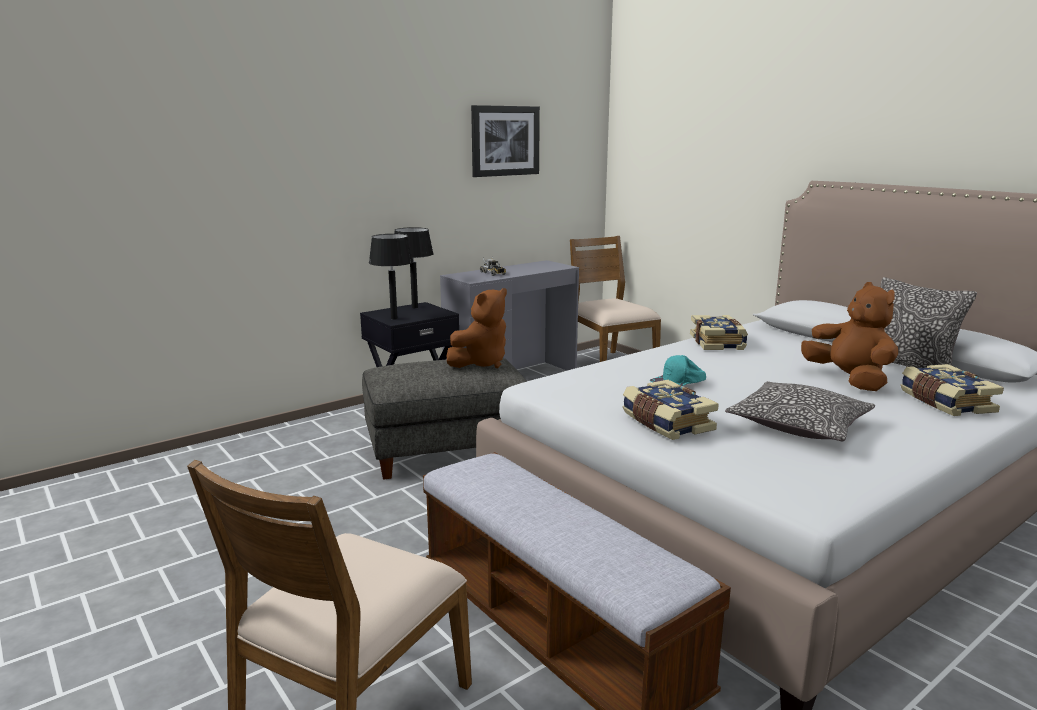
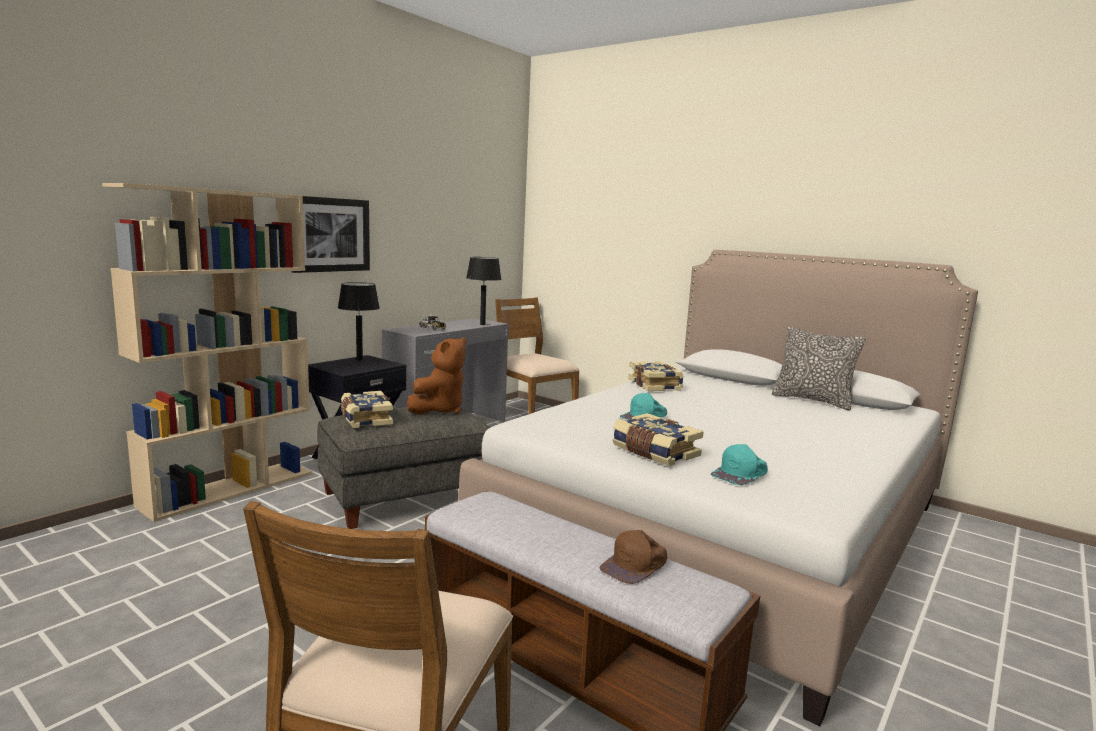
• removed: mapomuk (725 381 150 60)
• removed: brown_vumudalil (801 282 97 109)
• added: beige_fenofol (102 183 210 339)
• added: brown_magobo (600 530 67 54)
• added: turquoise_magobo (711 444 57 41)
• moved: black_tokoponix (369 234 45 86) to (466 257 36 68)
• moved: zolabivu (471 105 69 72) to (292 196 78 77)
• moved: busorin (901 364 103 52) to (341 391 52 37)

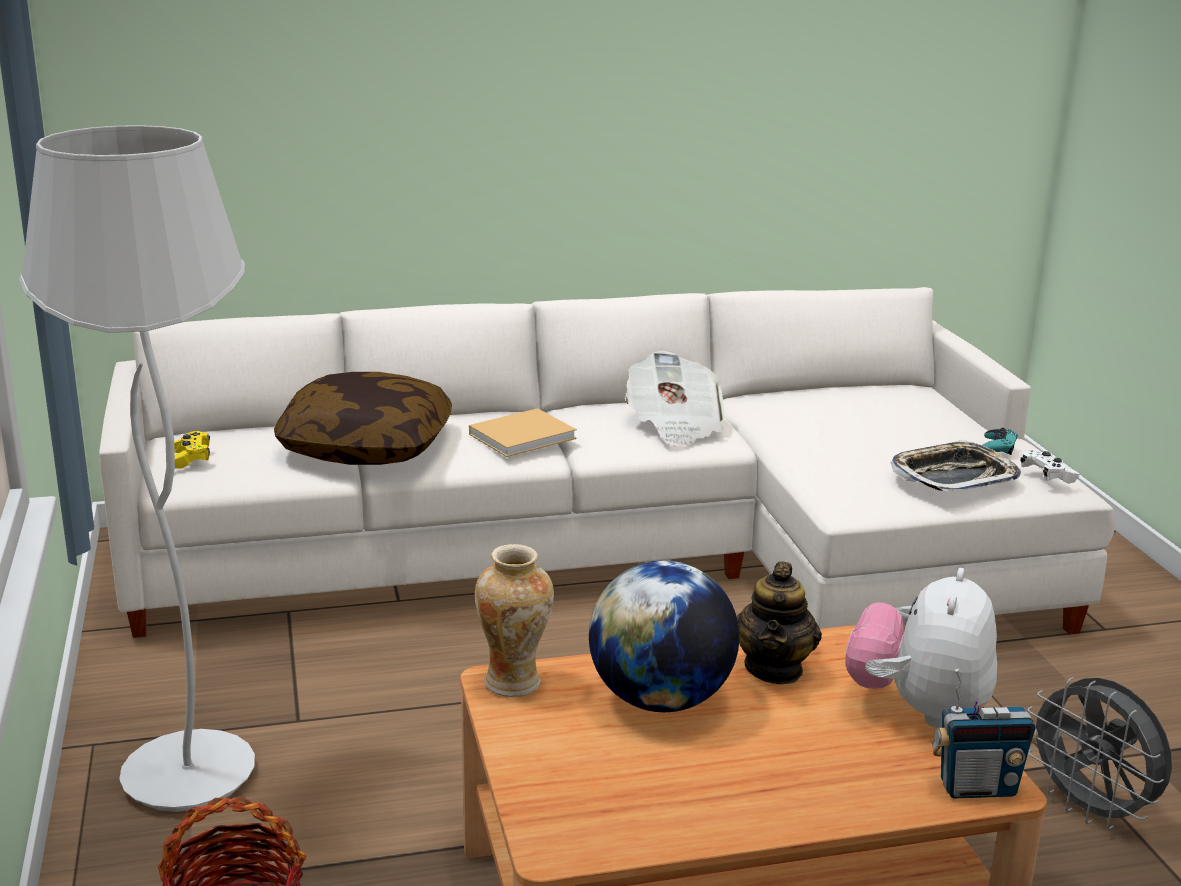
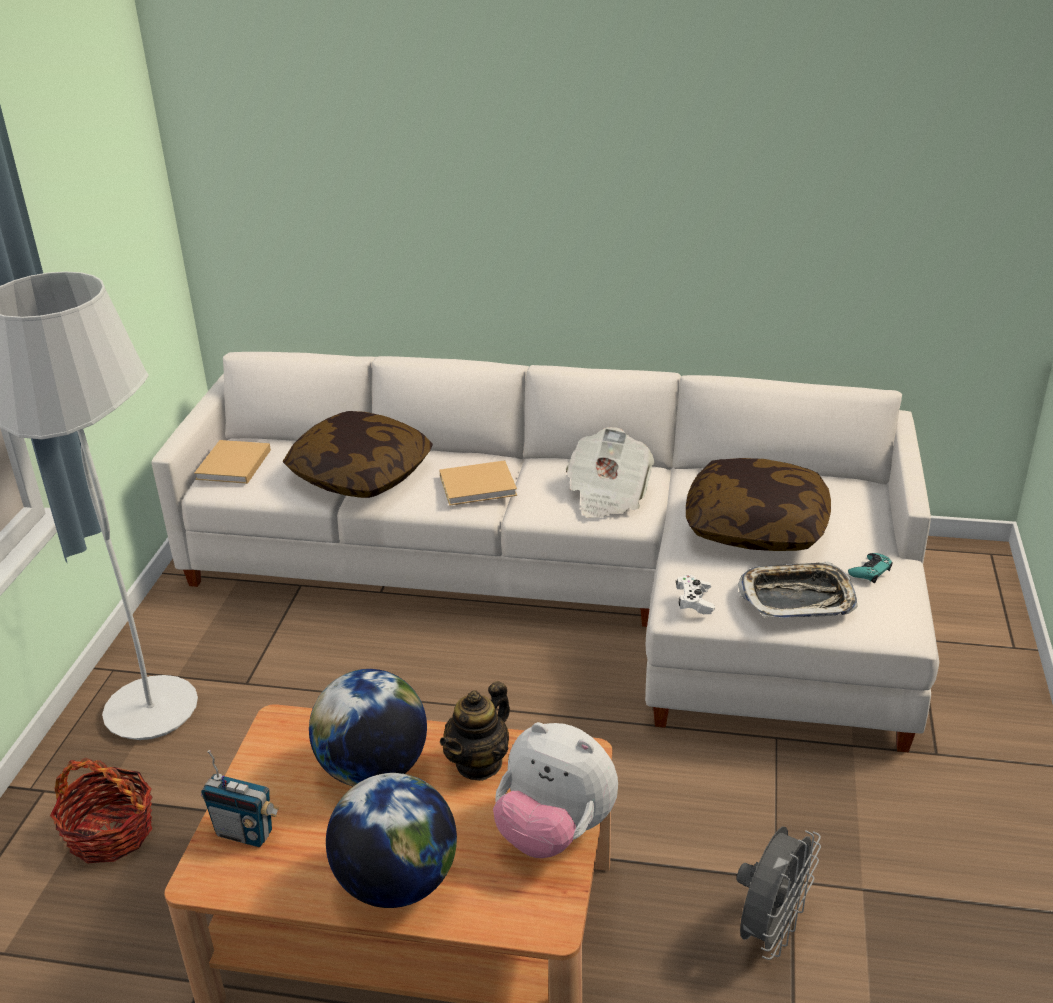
• removed: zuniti (475 544 79 153)
• added: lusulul (326 773 131 135)
• added: mapomuk (686 458 145 93)
• moved: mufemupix (931 669 107 129) to (201 750 78 97)
• moved: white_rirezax (1020 450 59 34) to (676 575 39 39)
• replaced: yellow_rirezax (174 431 36 38) to beige_busorin (194 440 77 44)
• turned: vumudalil (845 568 152 160) = (493 722 125 136) 105 degrees counterclockwise
• turned: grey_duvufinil (1027 677 145 152) = (737 826 84 134) 135 degrees counterclockwise

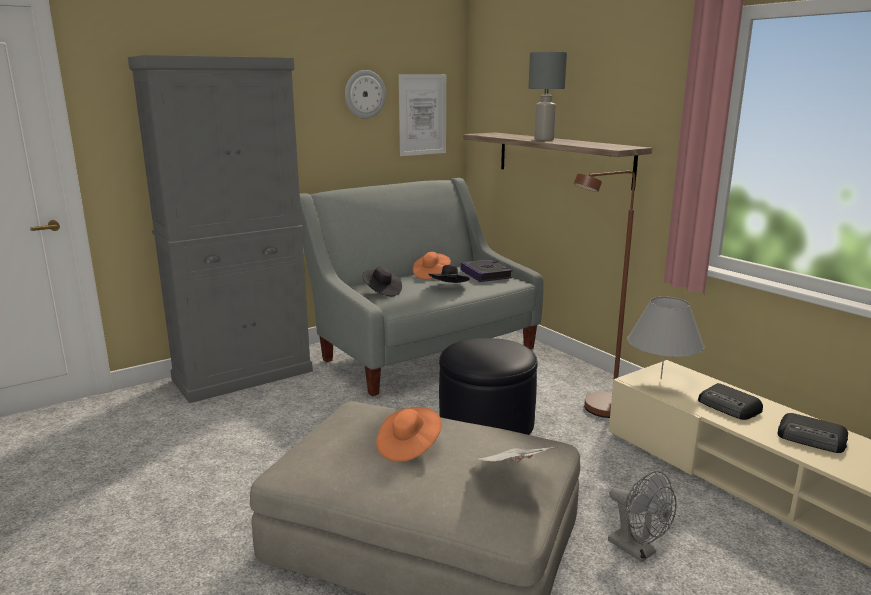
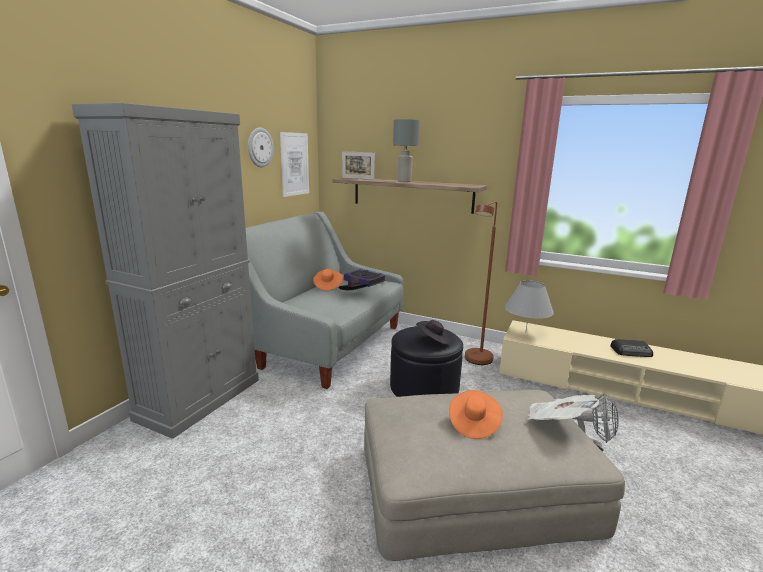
• removed: mufemupix (698 383 65 37)
• added: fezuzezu (342 151 33 29)
• moved: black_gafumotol (363 267 39 29) to (416 320 35 25)

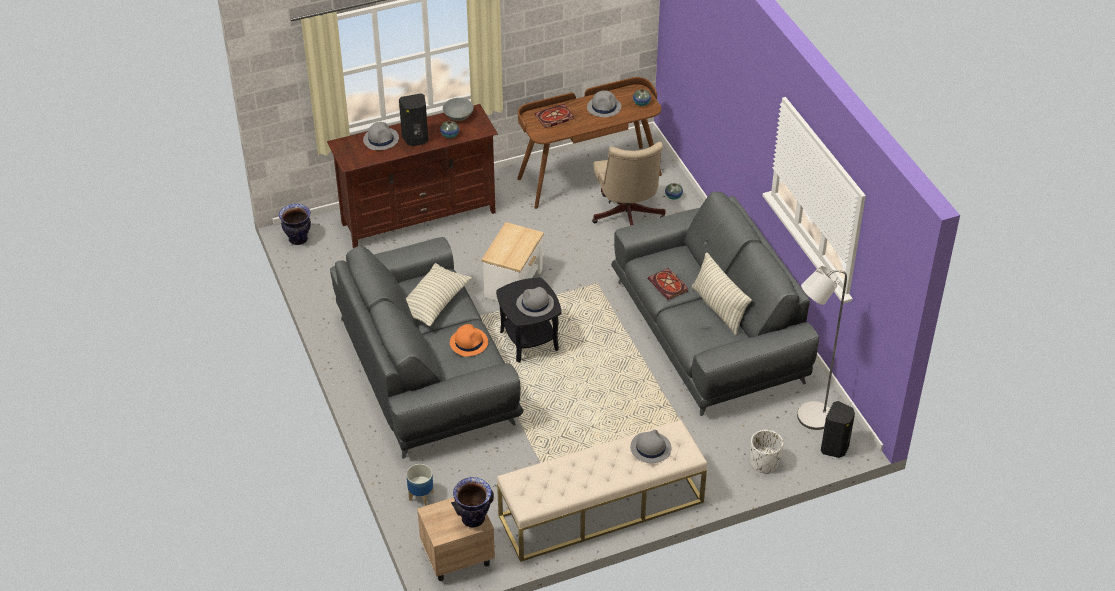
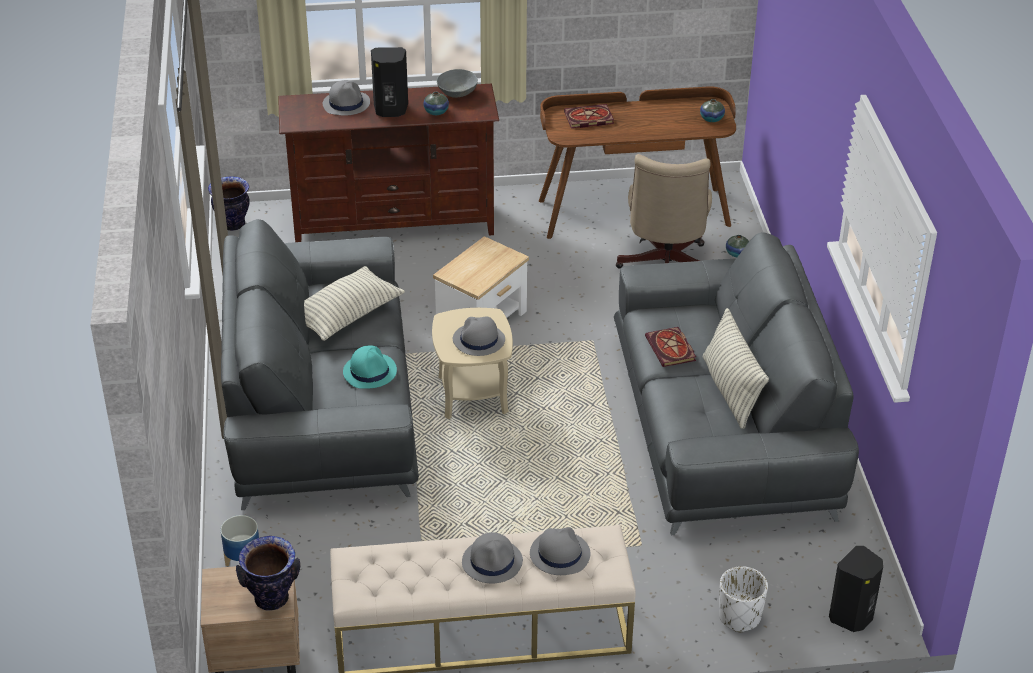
• removed: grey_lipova (797 266 50 164)
• moved: grey_gafumotol (587 90 34 27) to (462 532 61 51)
• recoloured: orange_gafumotol (450 324 38 33) to turquoise_gafumotol (343 345 54 44)
• recoloured: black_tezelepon (496 277 66 85) to beige_tezelepon (432 308 81 111)

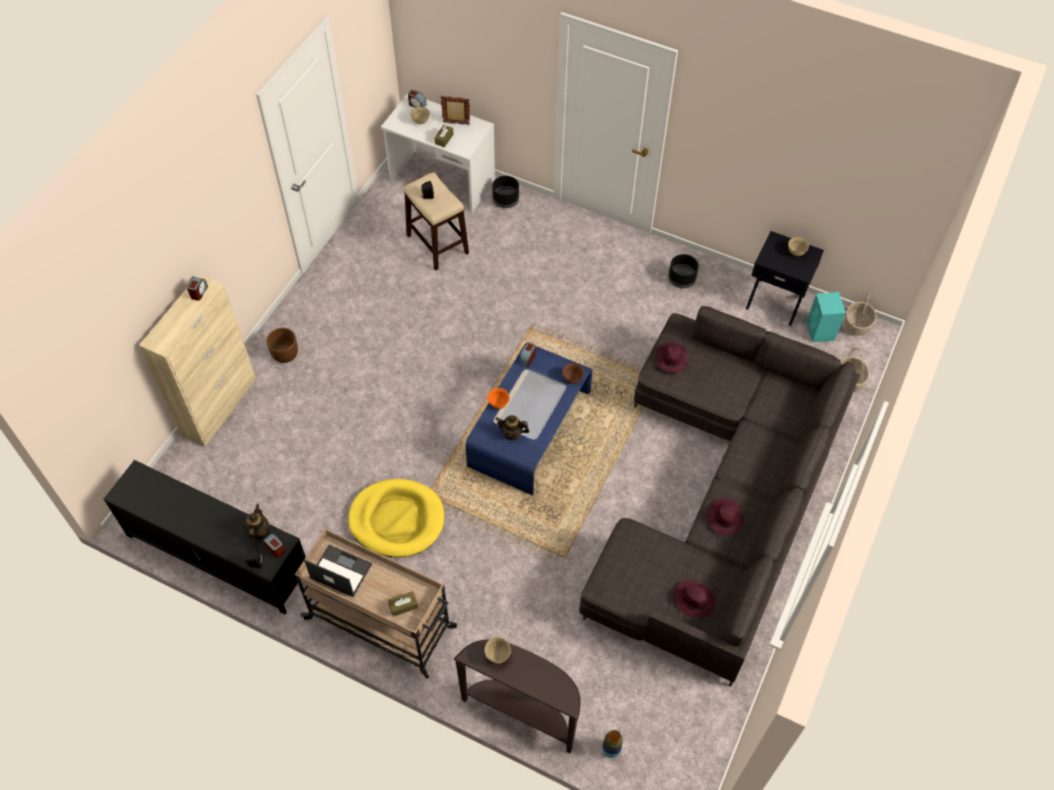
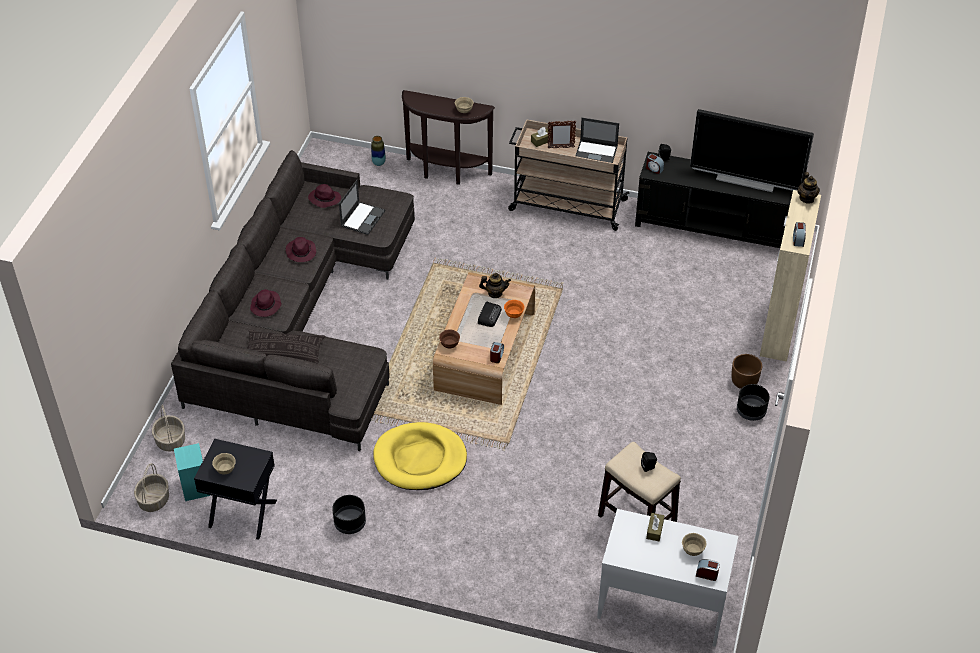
• added: mapomuk (247 330 78 33)
• added: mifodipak (339 180 46 55)
• added: mufemupix (478 302 24 25)
• added: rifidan (690 109 124 83)
• moved: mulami (243 504 27 40) to (797 172 23 32)
• moved: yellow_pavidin (348 479 96 78) to (373 422 94 68)
• moved: fezuzezu (441 96 29 29) to (548 121 28 27)
• moved: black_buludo (492 176 27 32) to (737 384 33 37)
• moved: purple_gafumotol (656 342 32 31) to (250 289 31 28)
• recoloured: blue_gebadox (465 342 127 153) to brown_gebadox (433 272 102 133)

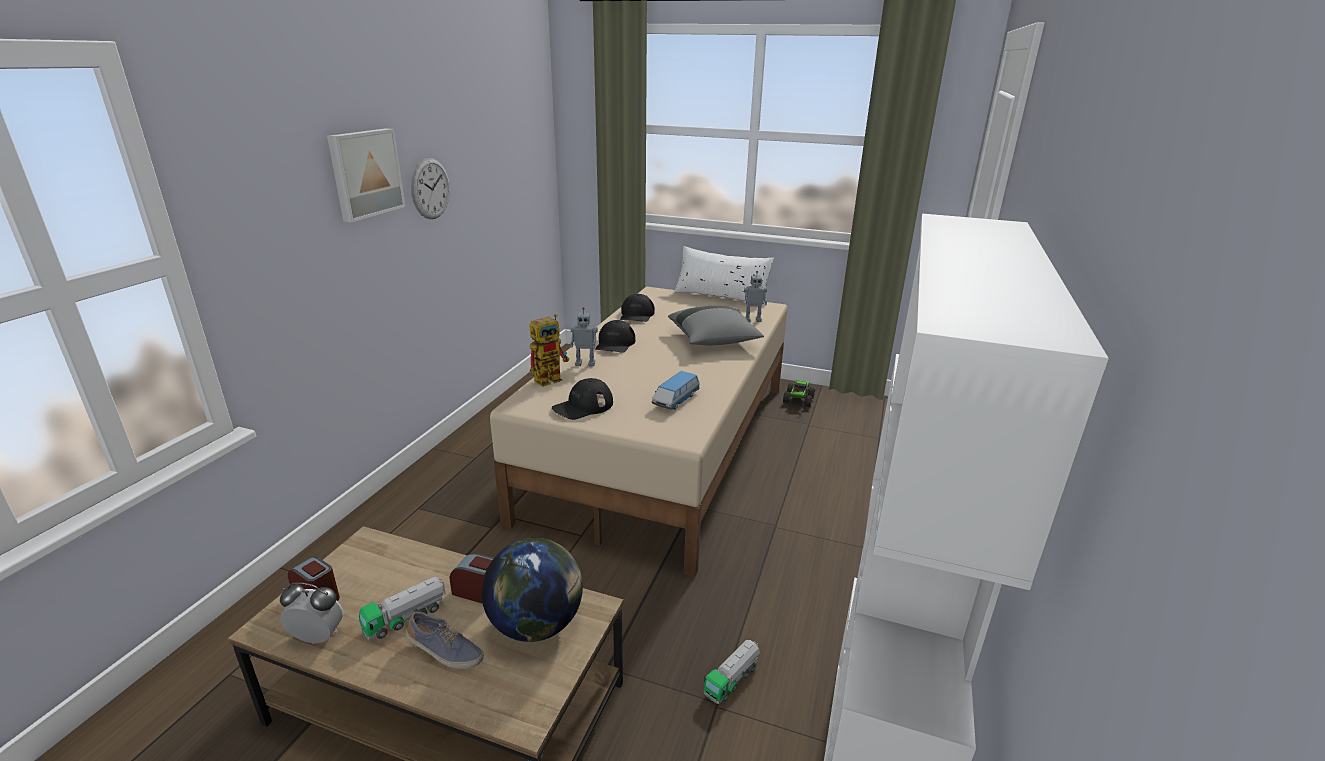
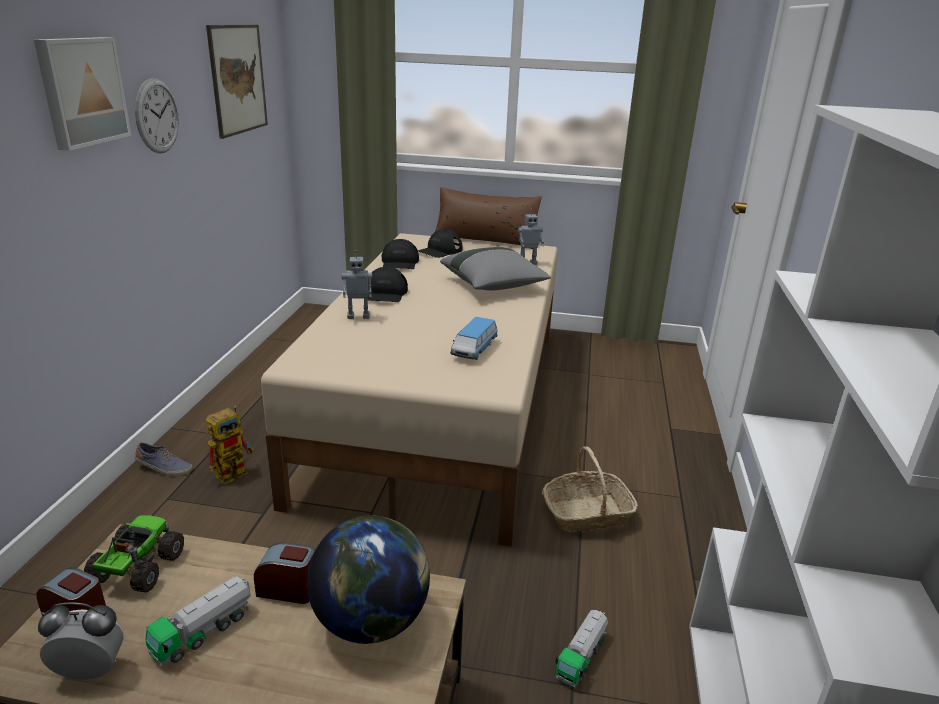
• added: zolabivu (206 25 62 114)
• added: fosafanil (542 447 96 85)
• moved: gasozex (406 612 78 57) to (135 442 58 34)
• moved: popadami (529 314 40 73) to (206 405 48 79)
• moved: black_magobo (552 378 61 42) to (418 229 45 29)
• moved: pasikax (783 380 32 28) to (84 515 100 78)
• recoloured: white_mapomuk (674 246 100 61) to brown_mapomuk (435 187 107 62)

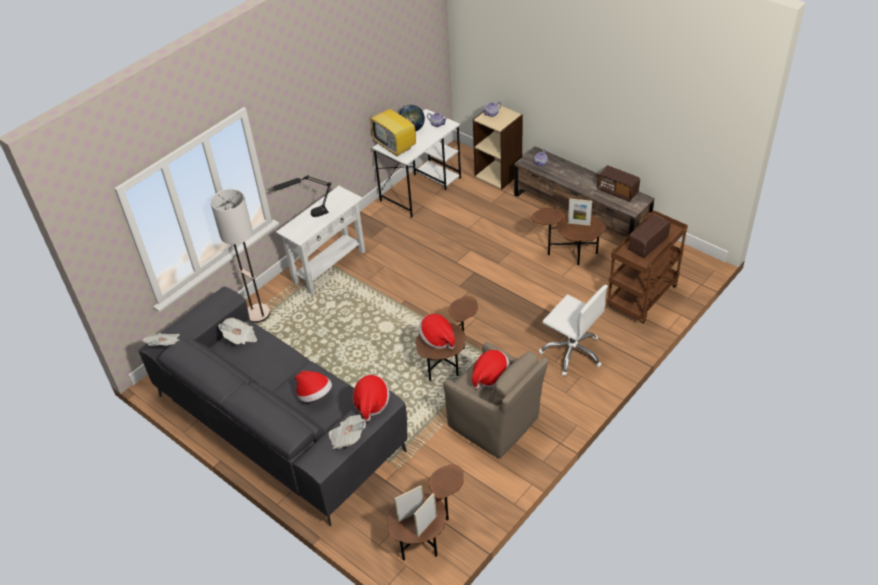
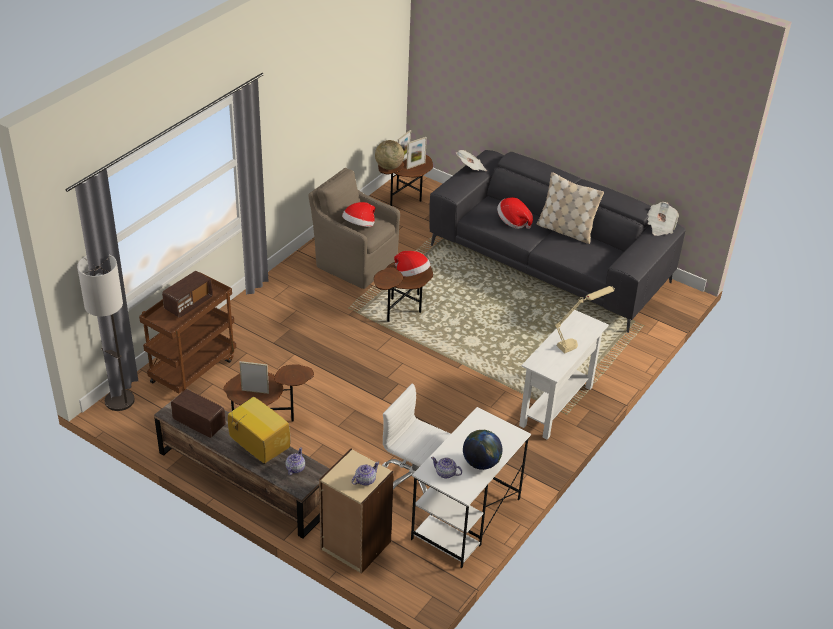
• removed: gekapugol (219 318 38 26)
• removed: gafumotol (353 375 37 47)
• added: lusulul (375 140 29 30)
• added: beige_mapomuk (537 172 67 72)
• moved: lipova (210 189 60 134) to (77 255 58 156)
• moved: rifidan (370 101 46 56) to (228 397 62 67)
• moved: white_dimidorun (539 285 69 91) to (382 383 69 111)
• recoloured: black_tokoponix (273 175 59 42) to beige_tokoponix (555 286 60 68)

